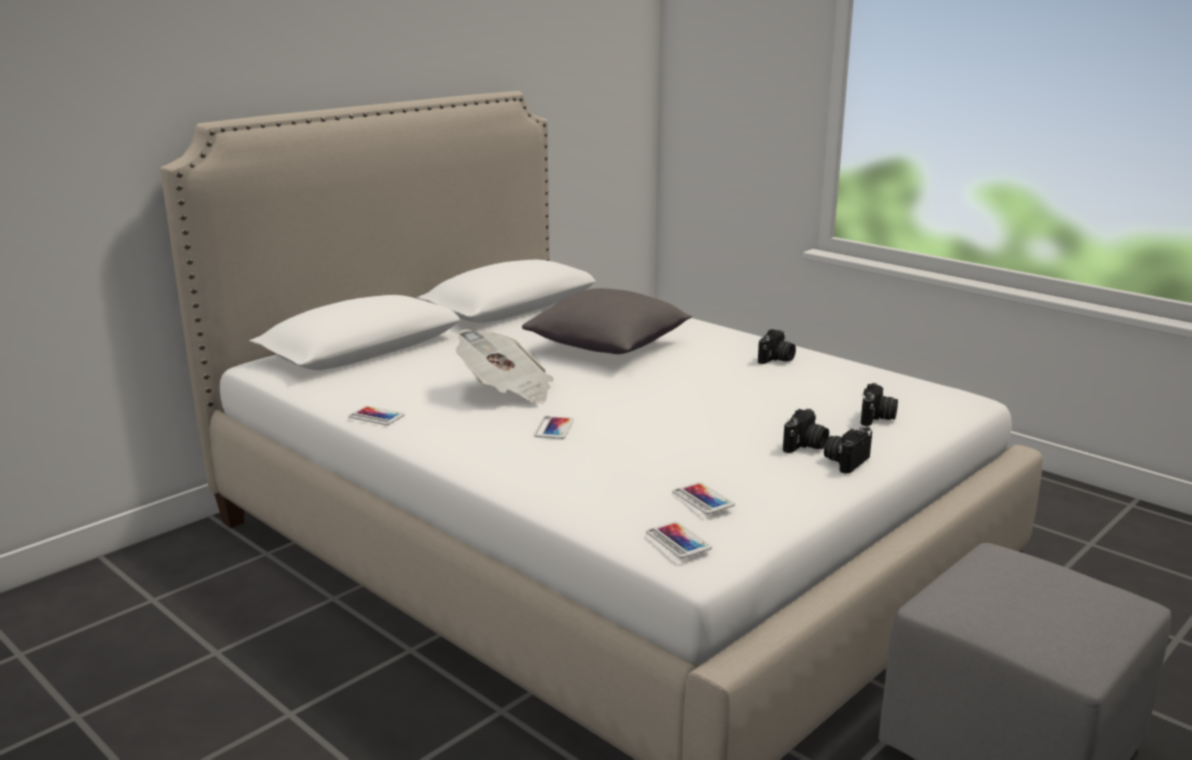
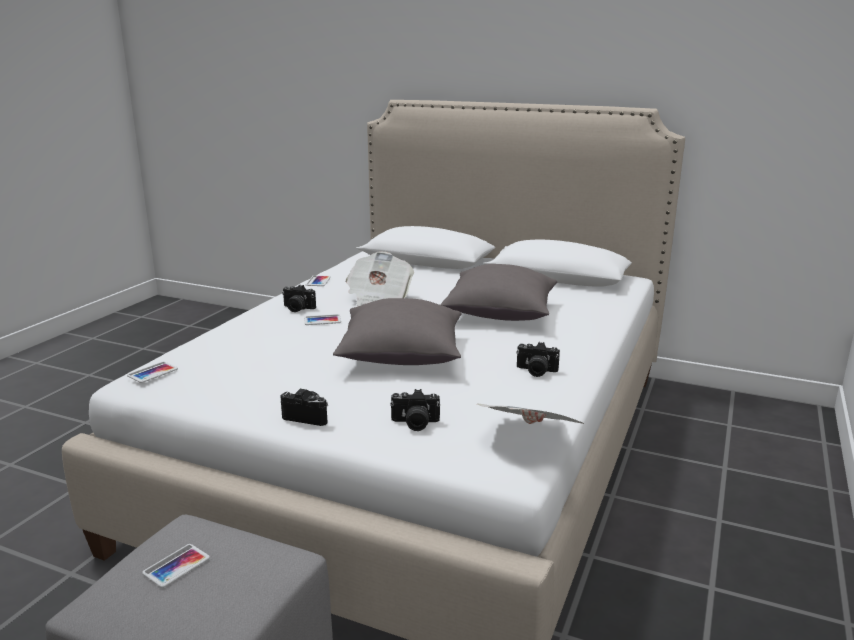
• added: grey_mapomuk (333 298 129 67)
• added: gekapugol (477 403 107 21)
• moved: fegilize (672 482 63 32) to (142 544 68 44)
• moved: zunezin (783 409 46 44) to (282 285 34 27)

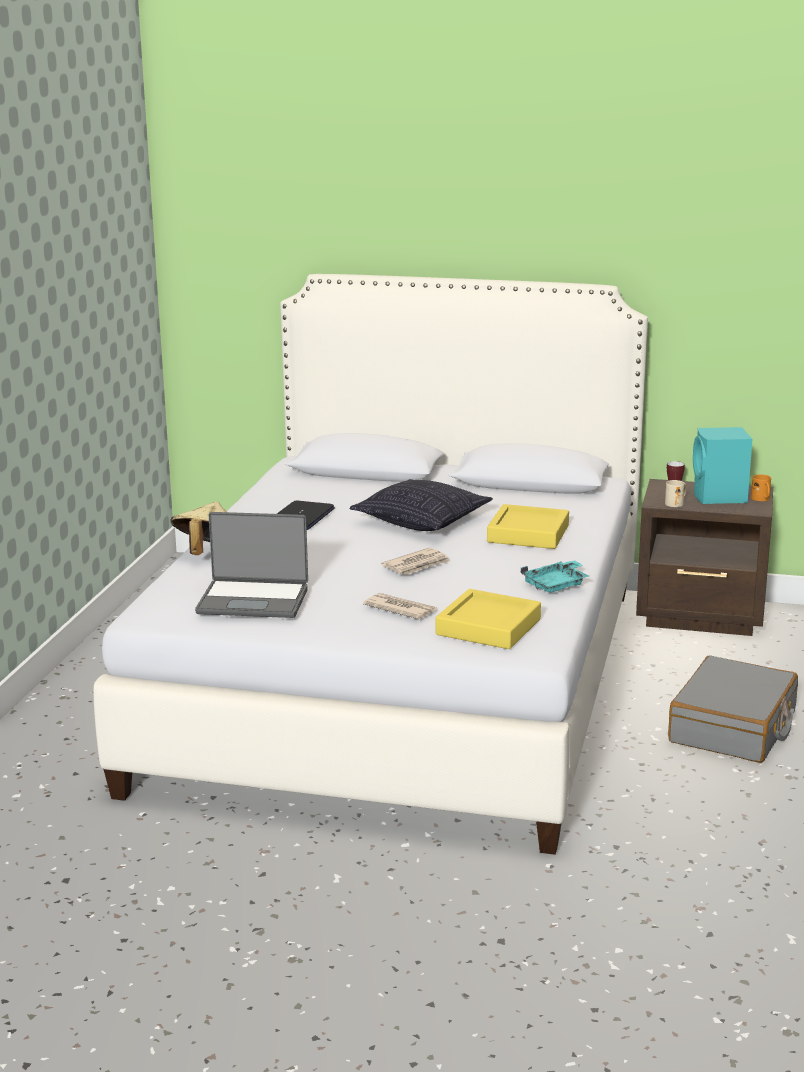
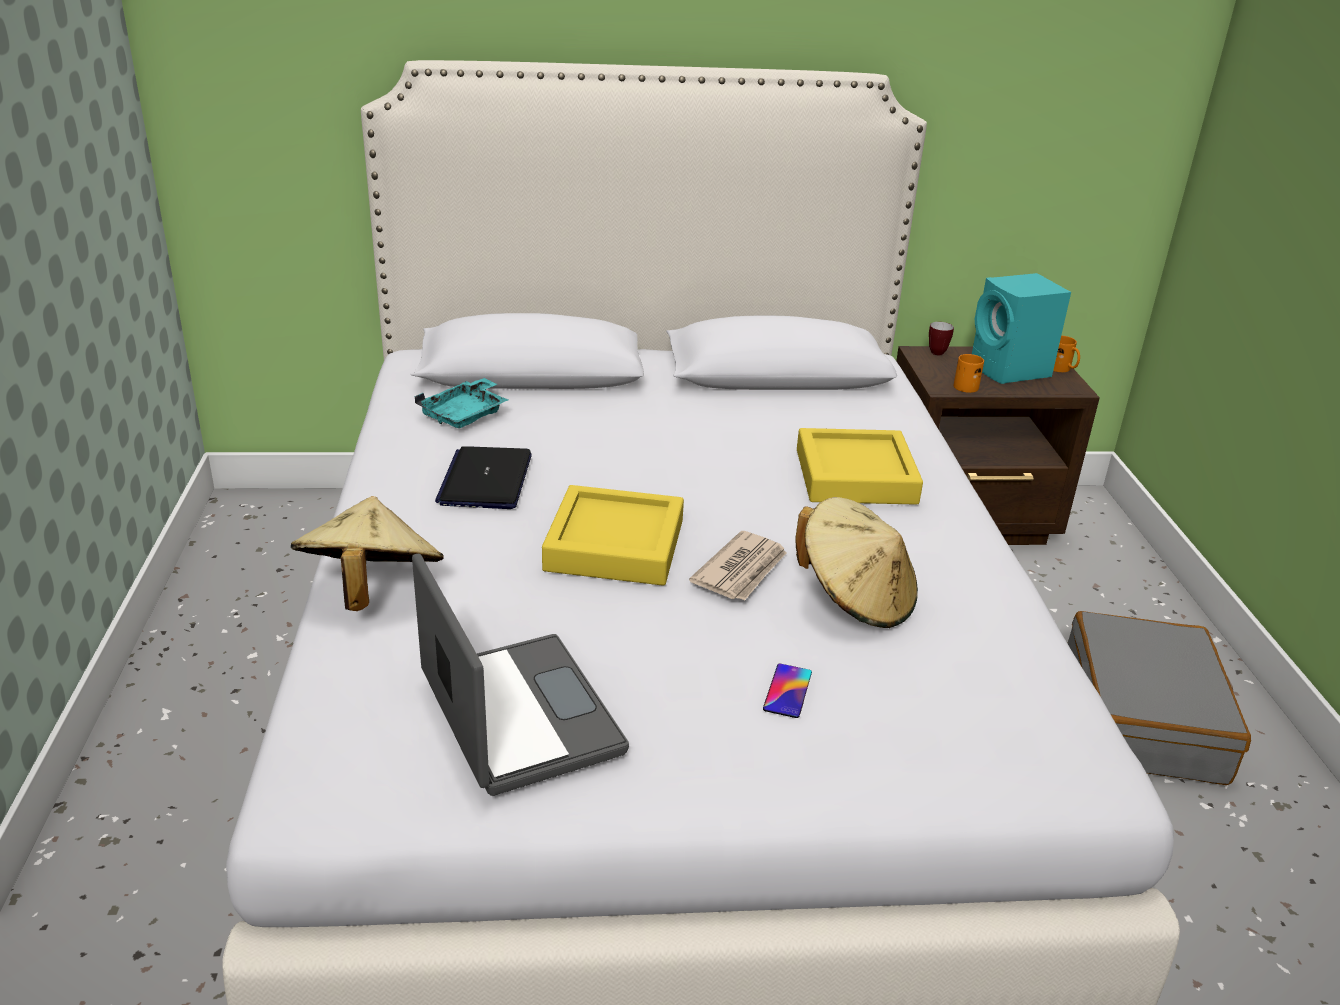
• removed: mapomuk (349 479 144 52)
• added: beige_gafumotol (795 497 123 131)
• moved: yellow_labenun (435 589 106 60) to (542 485 142 101)
• moved: turquoise_labenun (521 560 68 32) to (414 378 94 50)
• replaced: gekapugol (363 593 74 26) to fegilize (763 664 49 54)
• recoloured: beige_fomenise (665 480 22 27) to orange_fomenise (953 354 31 39)
• turned: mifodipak (195 512 113 106) = (412 554 217 242) 105 degrees counterclockwise

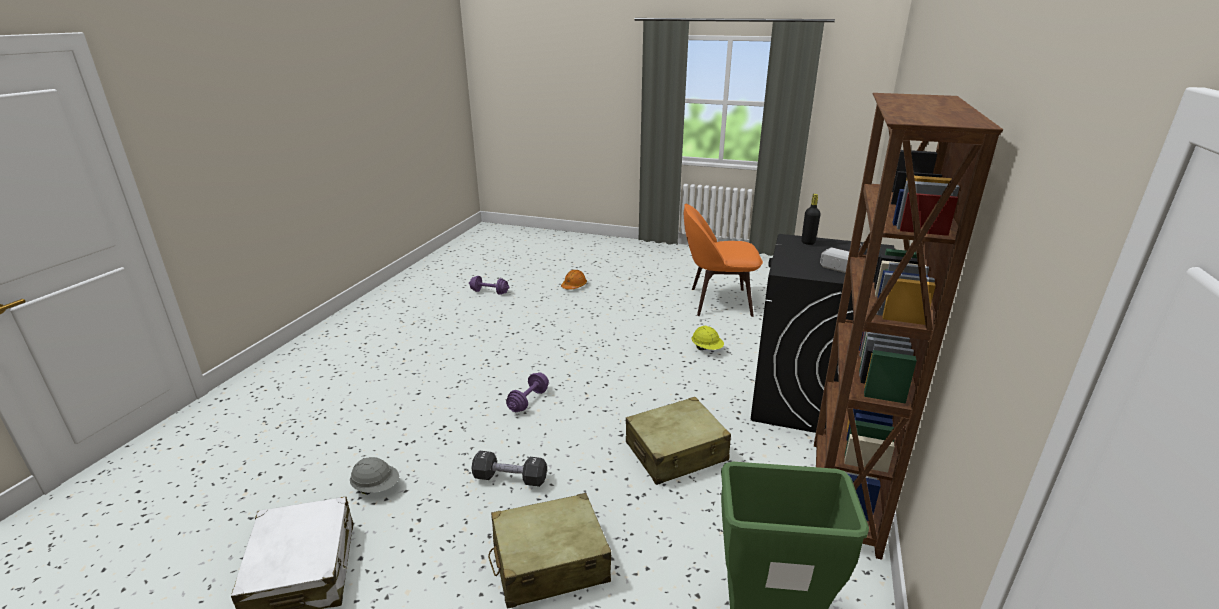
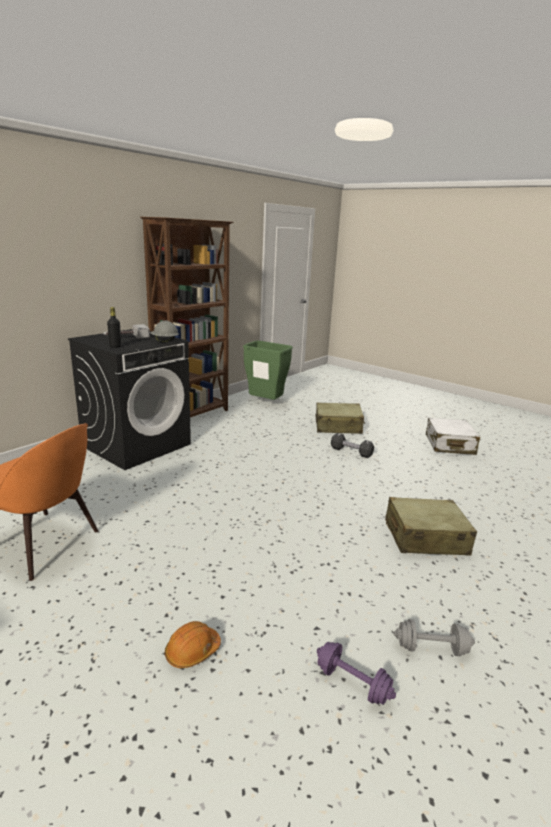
• removed: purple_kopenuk (506 373 43 39)
• removed: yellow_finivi (691 326 33 24)
• added: grey_kopenuk (394 619 81 37)
• moved: grey_finivi (350 457 49 38) to (150 321 29 21)
• moved: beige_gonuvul (626 397 105 88) to (385 497 92 58)

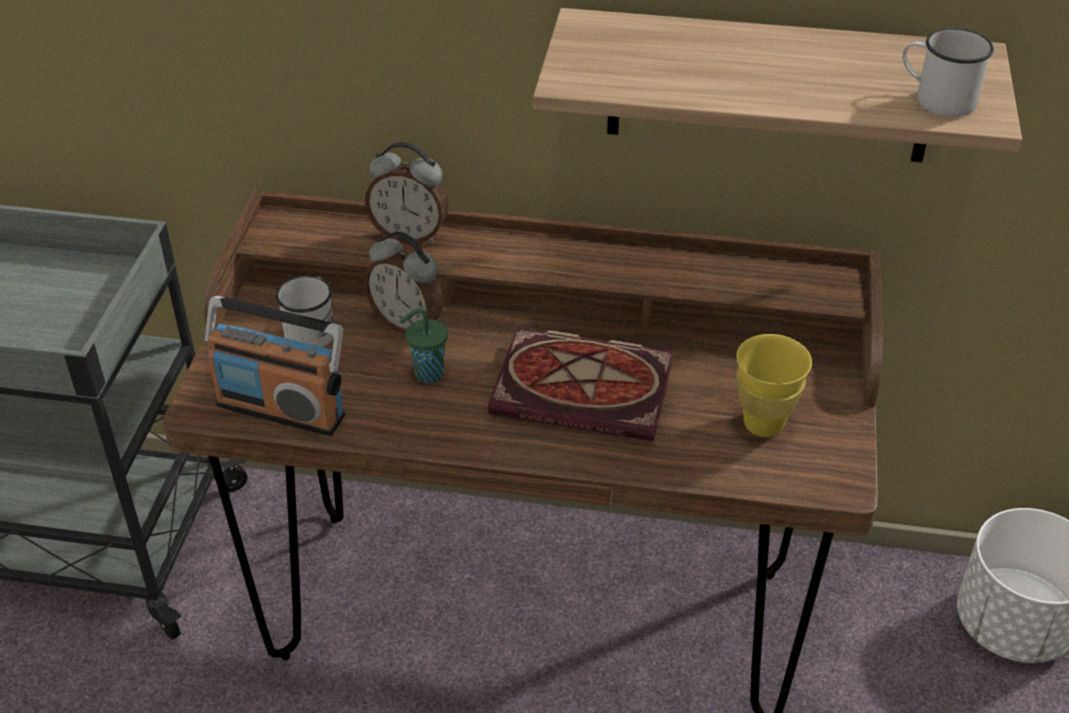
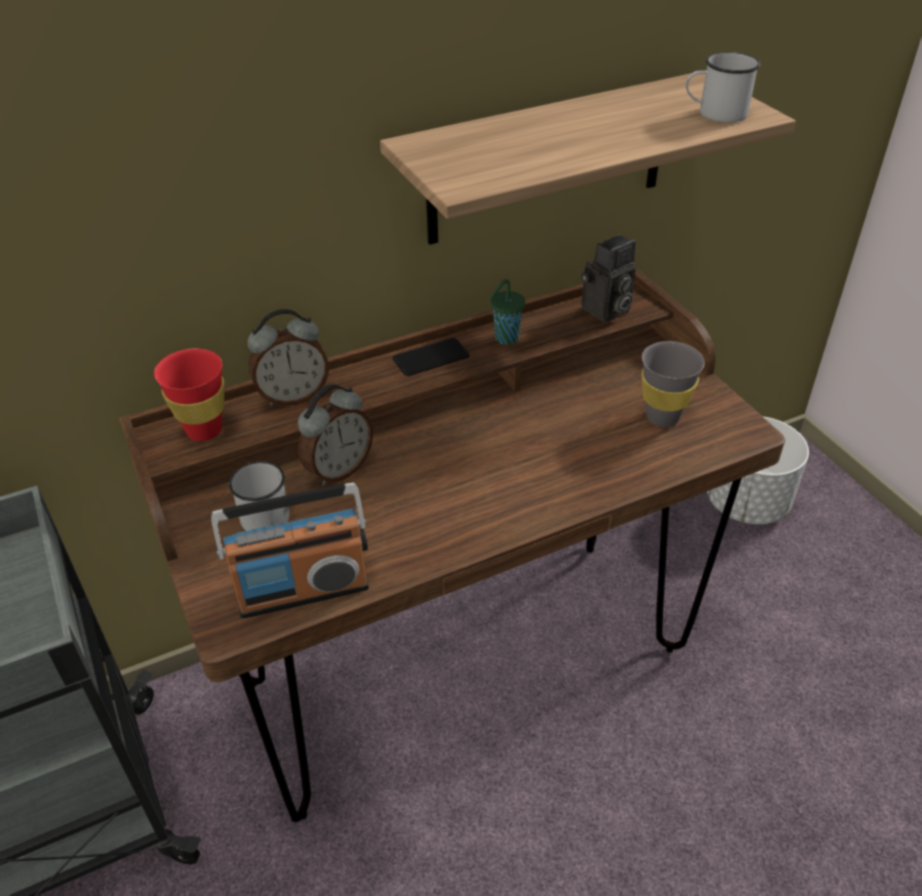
• removed: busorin (488 327 185 114)
• added: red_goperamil (154 348 70 93)
• added: fegilize (393 338 77 38)
• added: zunezin (581 234 55 88)
• moved: green_goperamil (400 308 48 75) to (490 279 35 66)
• recoloured: yellow_goperamil (736 334 76 103) to grey_goperamil (641 341 64 86)
• turned: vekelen (364 231 79 103) = (298 384 75 102) 45 degrees counterclockwise

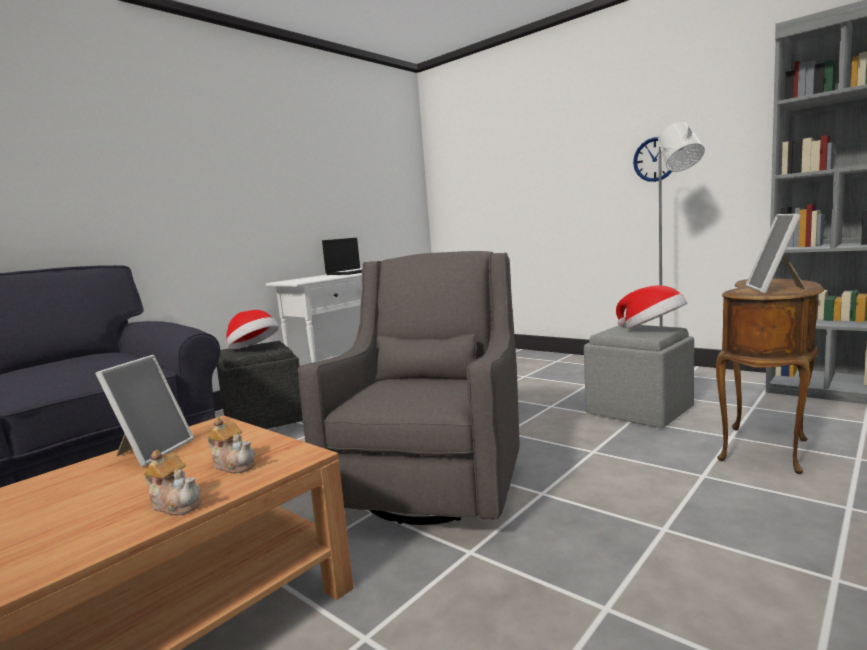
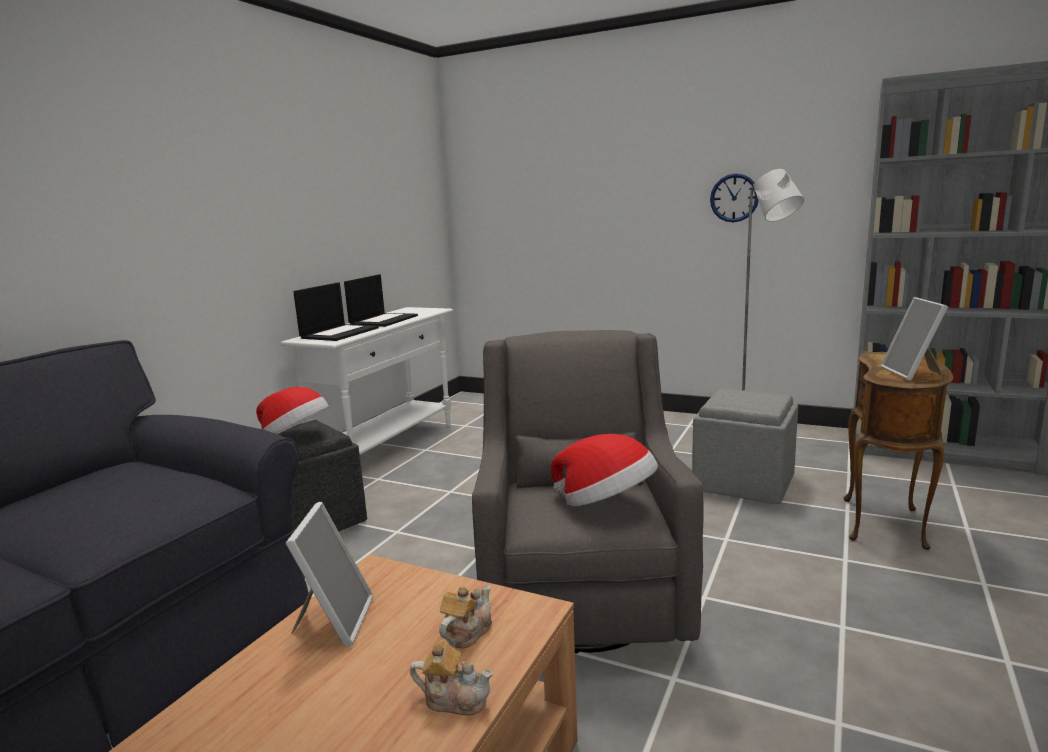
• added: mifodipak (293 282 86 59)
• moved: gafumotol (616 285 71 44) to (551 434 107 72)
• turned: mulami (207 417 49 56) = (439 585 53 64) 75 degrees counterclockwise

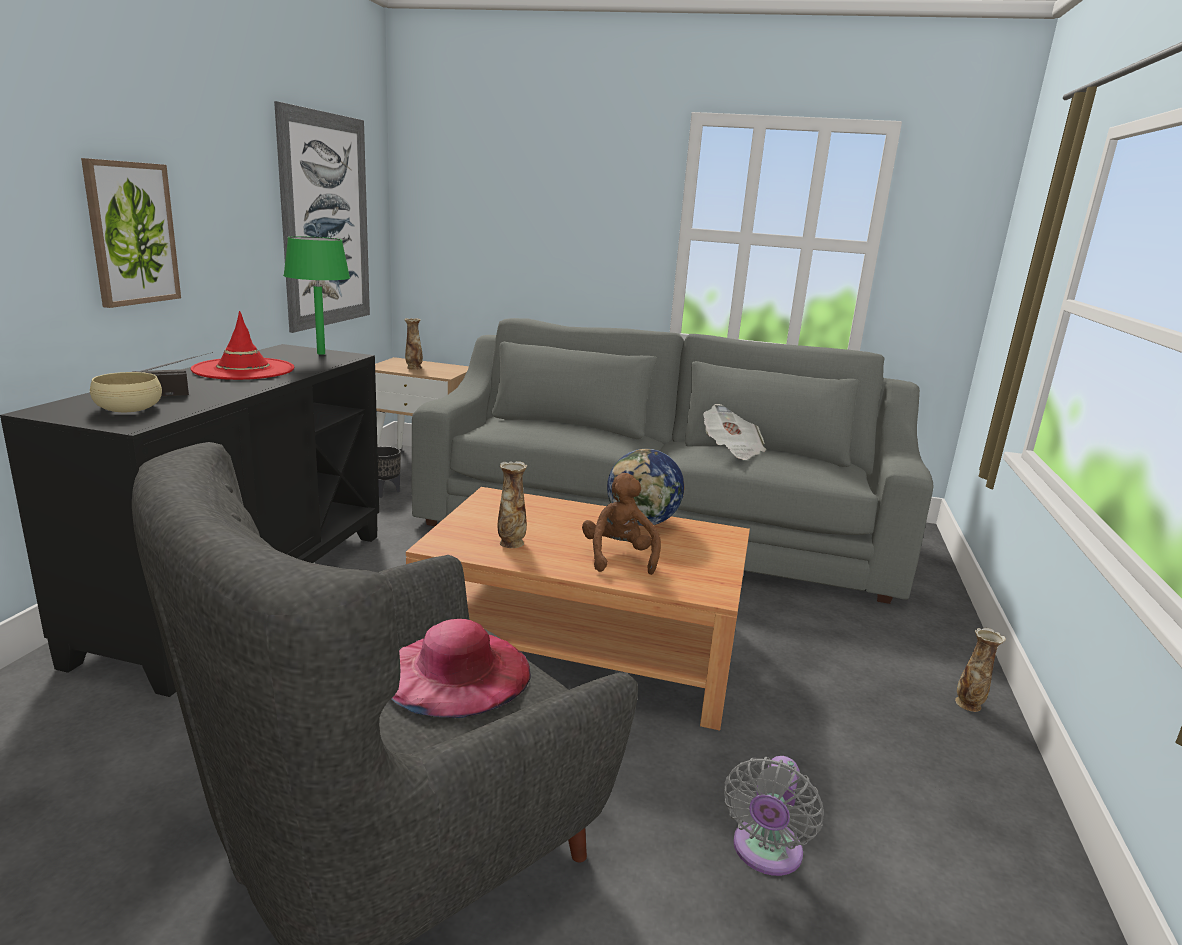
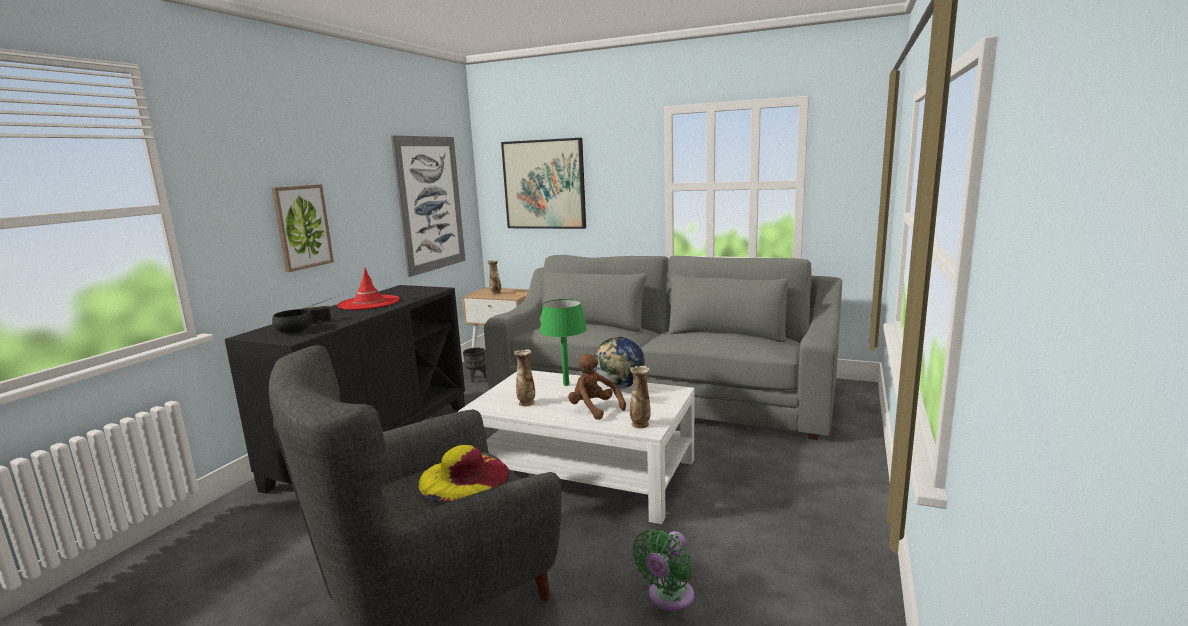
• removed: gekapugol (703 404 63 56)
• added: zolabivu (501 138 85 91)
• moved: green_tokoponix (283 236 67 119) to (540 299 47 87)
• moved: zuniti (955 628 51 84) to (630 366 21 63)
• recoloured: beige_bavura (90 372 72 40) to black_bavura (272 309 41 24)
• recoloured: pink_gafumotol (391 619 140 99) to yellow_gafumotol (418 445 91 57)
• recoloured: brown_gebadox (406 487 344 243) to white_gebadox (458 370 236 154)
• recoloured: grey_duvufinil (724 756 100 120) to green_duvufinil (632 529 62 82)
• turned: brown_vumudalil (582 473 79 102) = (568 354 58 66) 45 degrees counterclockwise

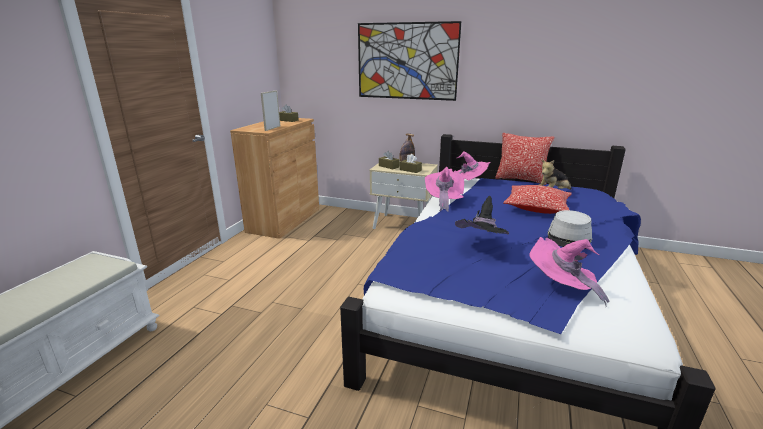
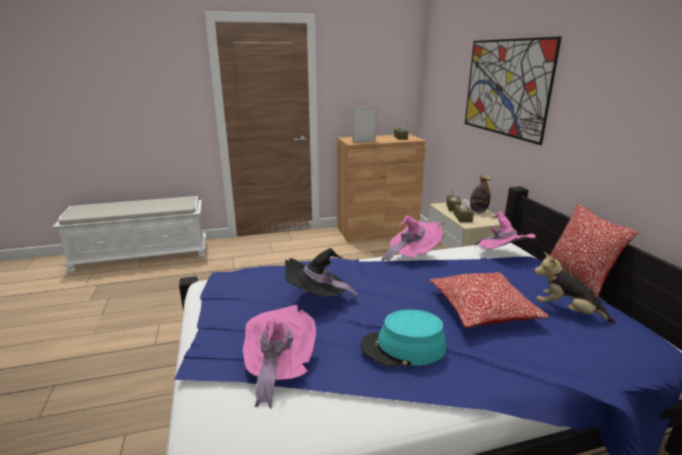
• recoloured: grey_gafumotol (548 210 44 39) to turquoise_gafumotol (360 309 86 58)

